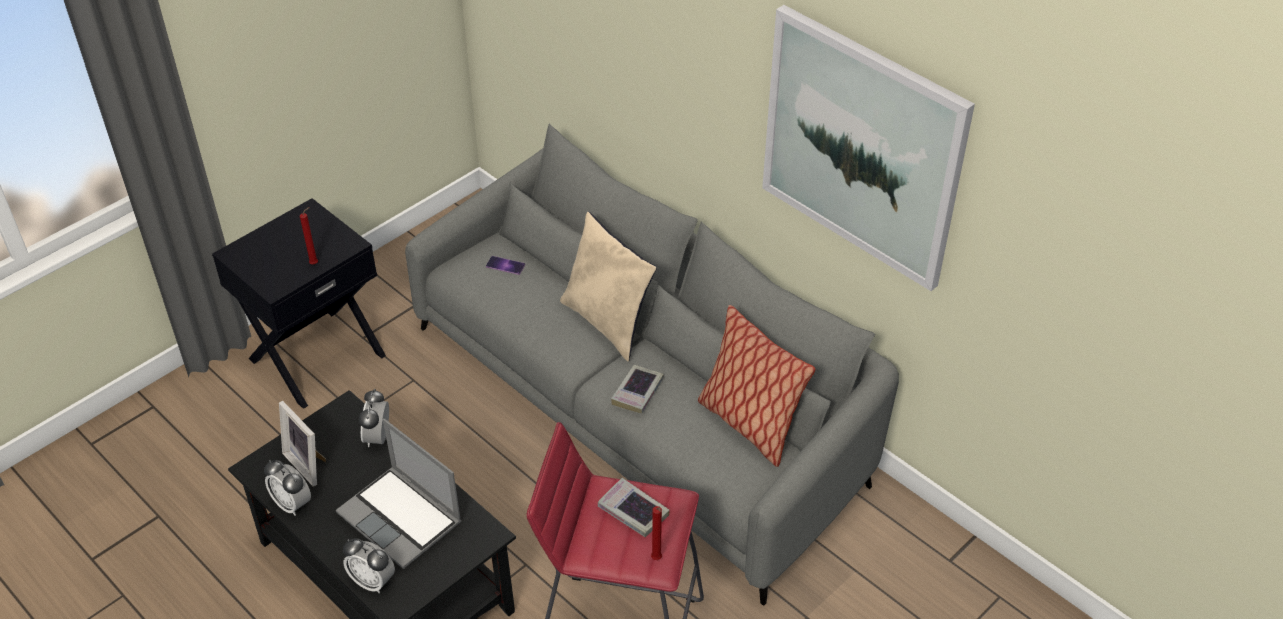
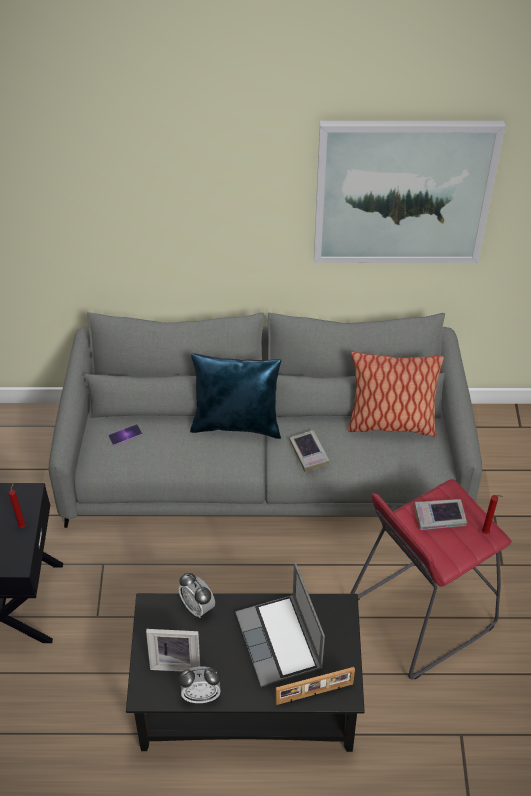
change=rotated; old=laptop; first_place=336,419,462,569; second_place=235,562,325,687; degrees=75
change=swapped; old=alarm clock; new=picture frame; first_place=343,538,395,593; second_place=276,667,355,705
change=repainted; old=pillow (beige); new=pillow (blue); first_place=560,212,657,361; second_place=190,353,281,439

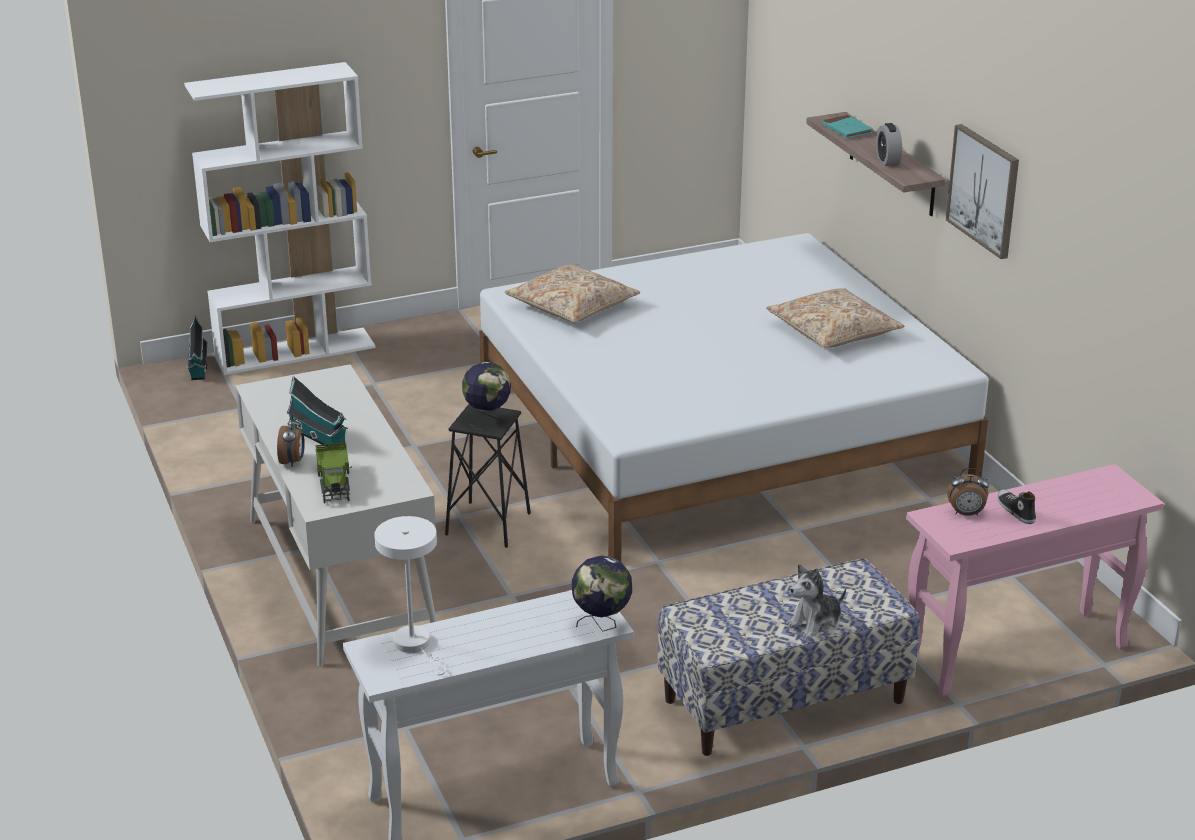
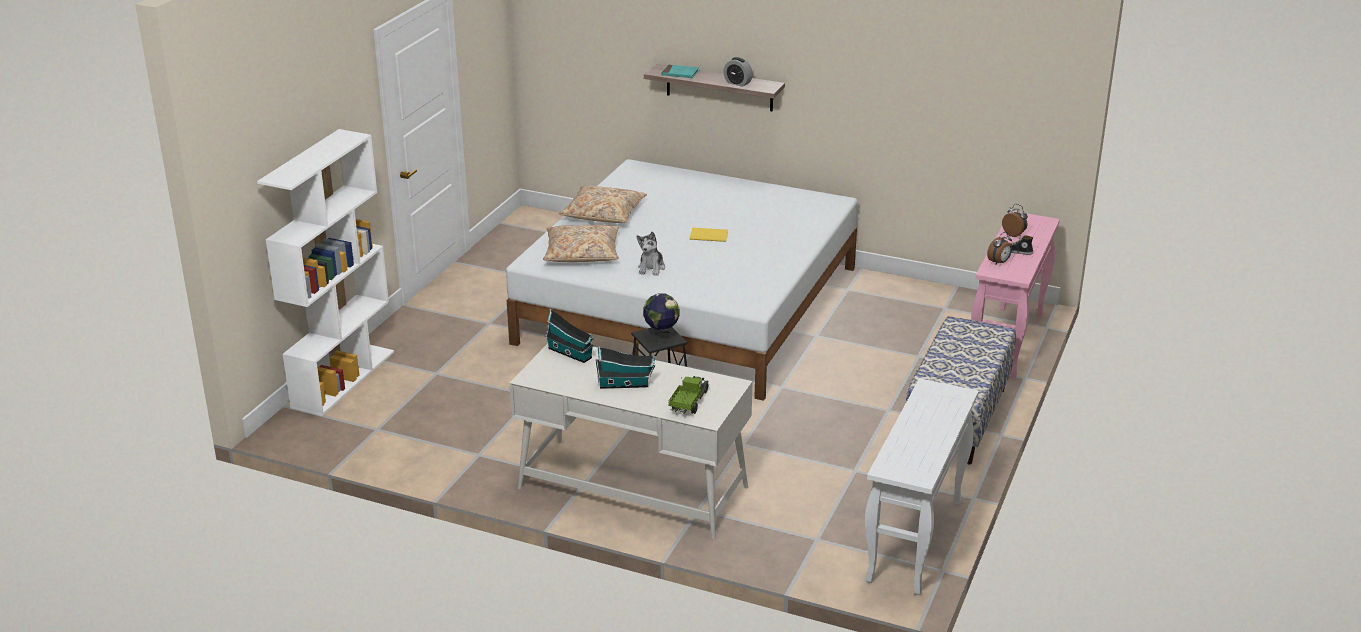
change=shifted; old=toy house; first_place=187,316,208,380; second_place=545,309,594,363
change=shifted; old=alarm clock; first_place=277,415,305,467; second_place=1002,204,1028,237
change=rotated; old=toy truck; first_place=315,442,352,504; second_place=668,376,709,414; degrees=-105
change=gone; old=table lamp (white); first_place=374,516,446,675
change=gone; old=globe; first_place=572,555,632,632
change=shifted; old=pillow (beige); first_place=766,288,904,348; second_place=559,186,647,223
change=shifted; old=plush toy; first_place=787,564,846,639; second_place=636,232,665,276
change=gone; old=picture; first_place=946,124,1019,259
change=new; new=book (yellow); second_place=690,228,728,242

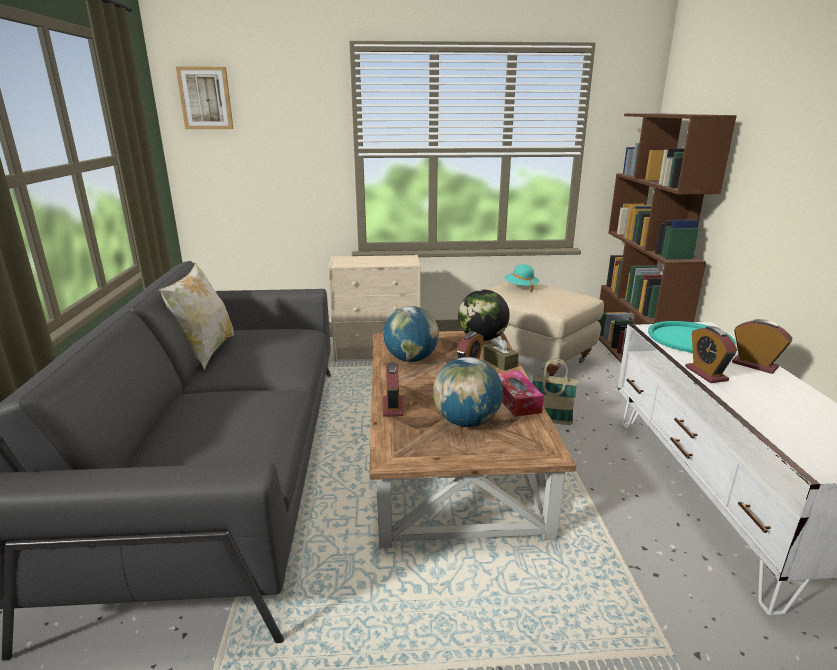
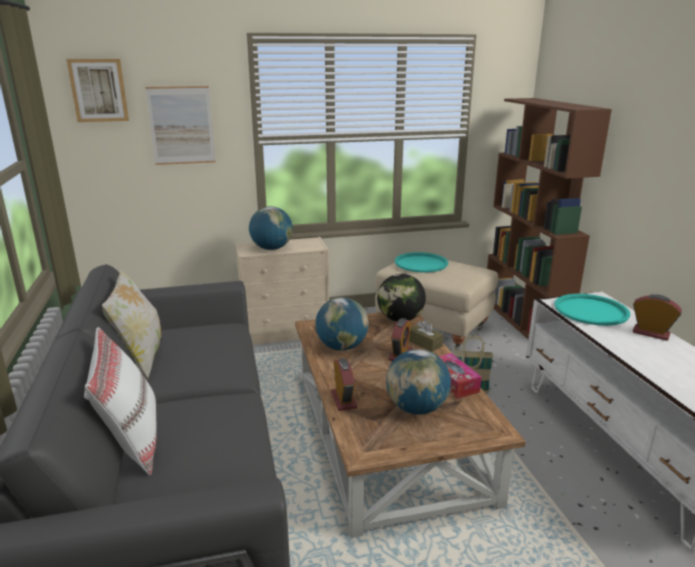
change=swapped; old=hat (turquoise); new=tray (turquoise); first_place=505,264,539,292; second_place=395,252,448,273
change=gone; old=alarm clock; first_place=685,326,737,383
change=new; new=pillow (white); second_place=84,327,157,475
change=new; new=picture; second_place=145,86,215,165
change=new; new=globe; second_place=249,206,293,250

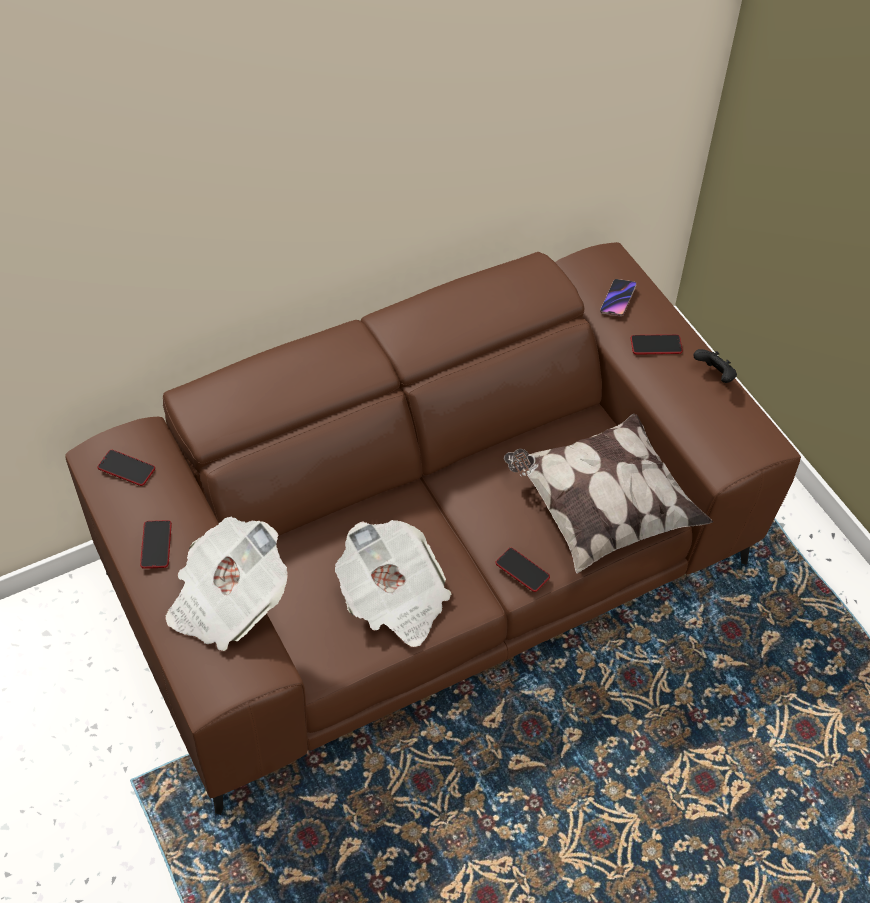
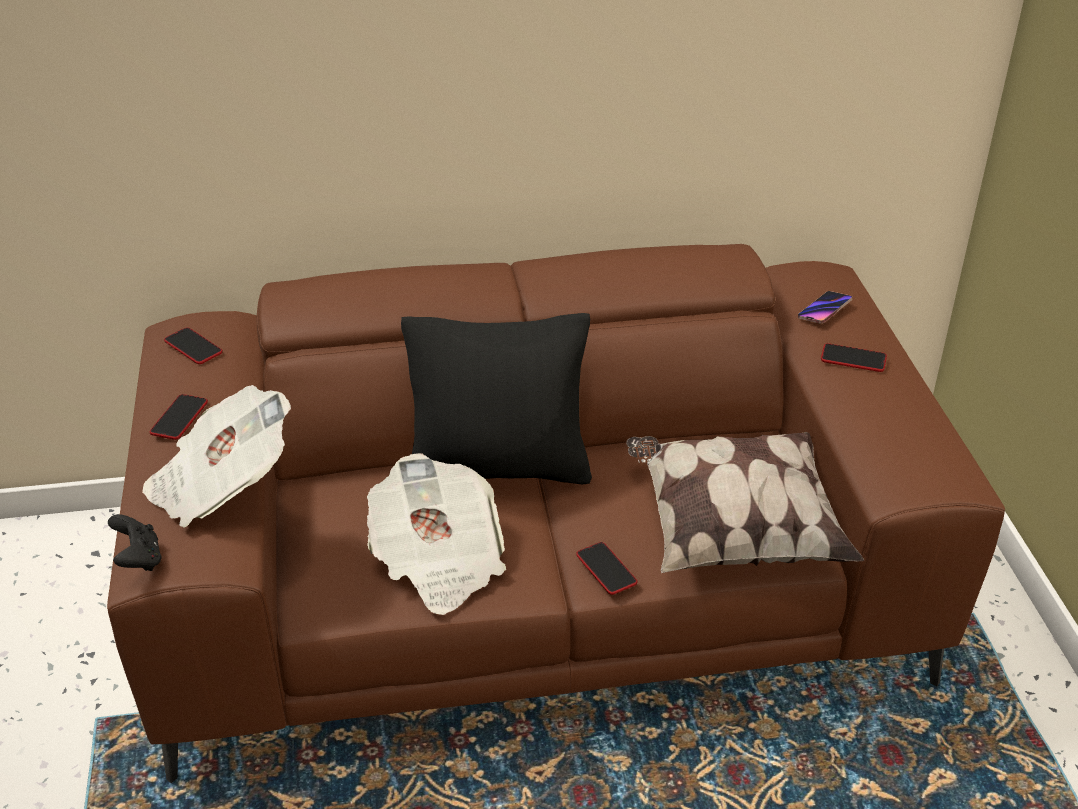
change=shifted; old=game controller (black); first_place=693,349,737,383; second_place=108,514,162,571
change=new; new=pillow (black); second_place=401,313,592,484

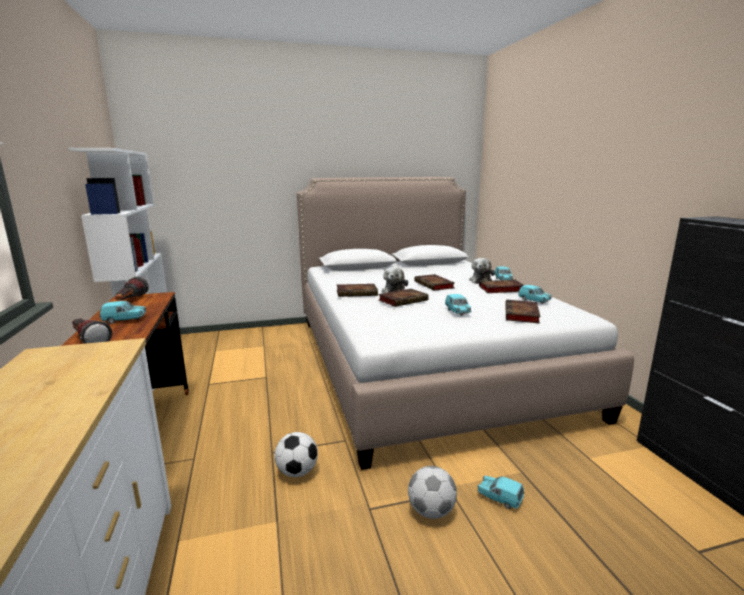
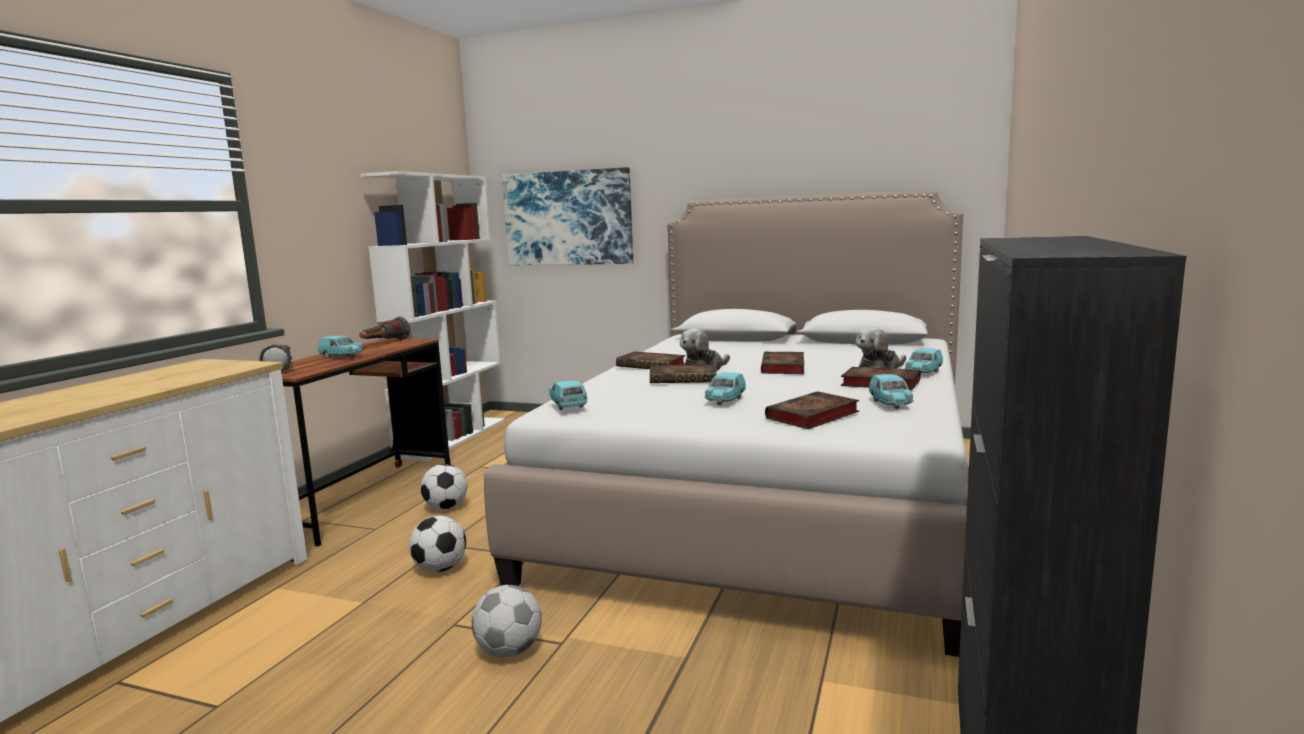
change=shifted; old=toy car (turquoise); first_place=478,476,524,509; second_place=548,380,587,410
change=new; new=football; second_place=420,464,467,510
change=new; new=picture; second_place=502,167,633,265

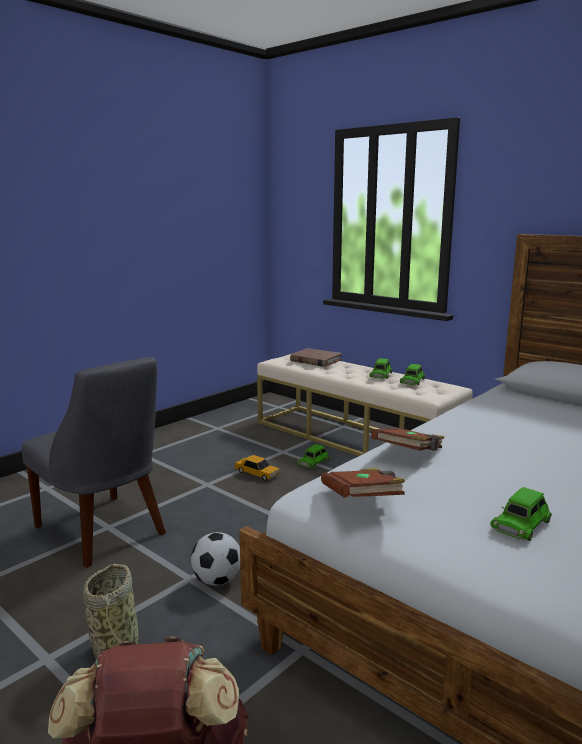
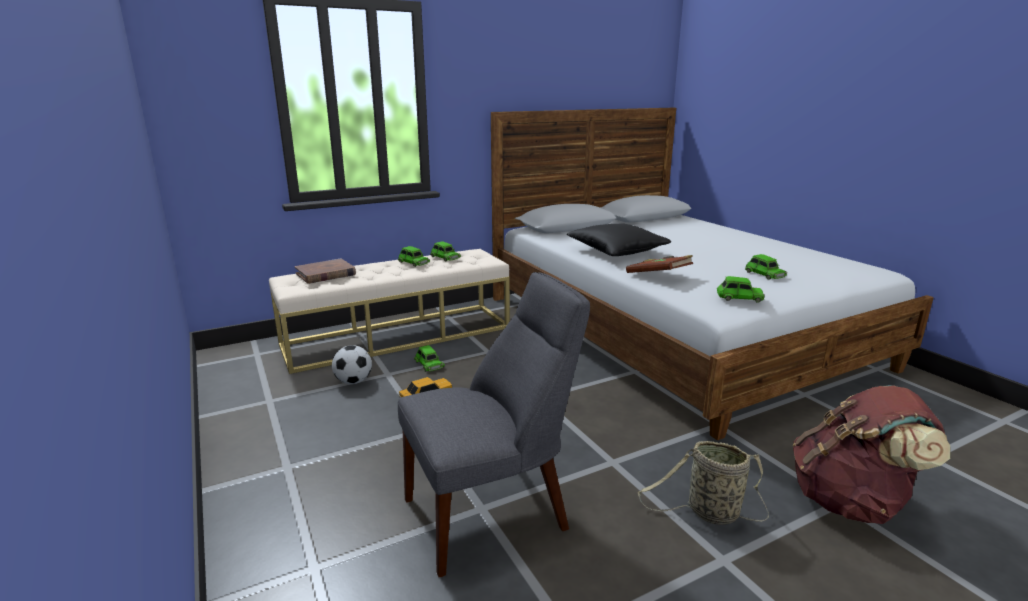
change=shifted; old=football; first_place=191,532,240,586; second_place=332,345,372,384
change=swapped; old=book (brown); new=toy car (green); first_place=321,468,405,498; second_place=717,276,765,303
change=new; new=pillow (black); second_place=566,224,671,256

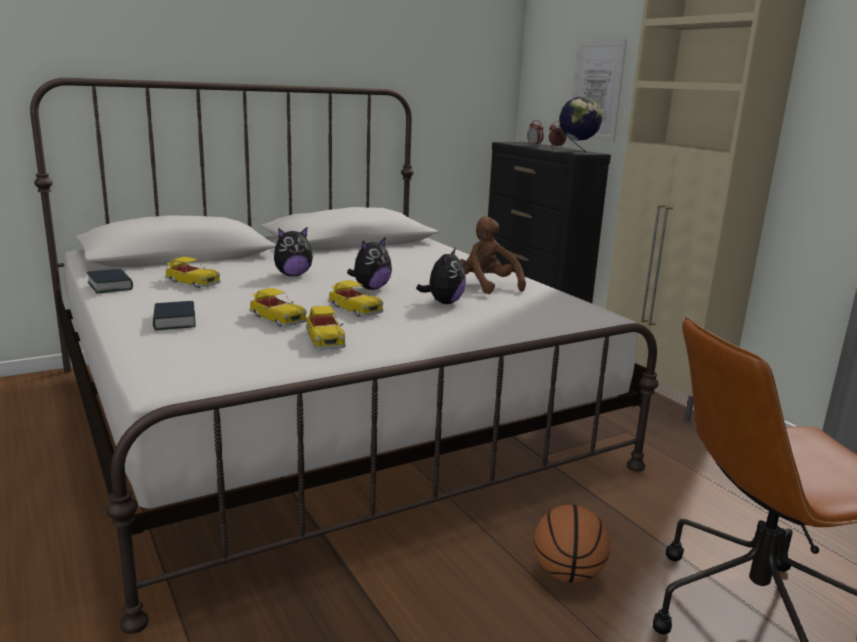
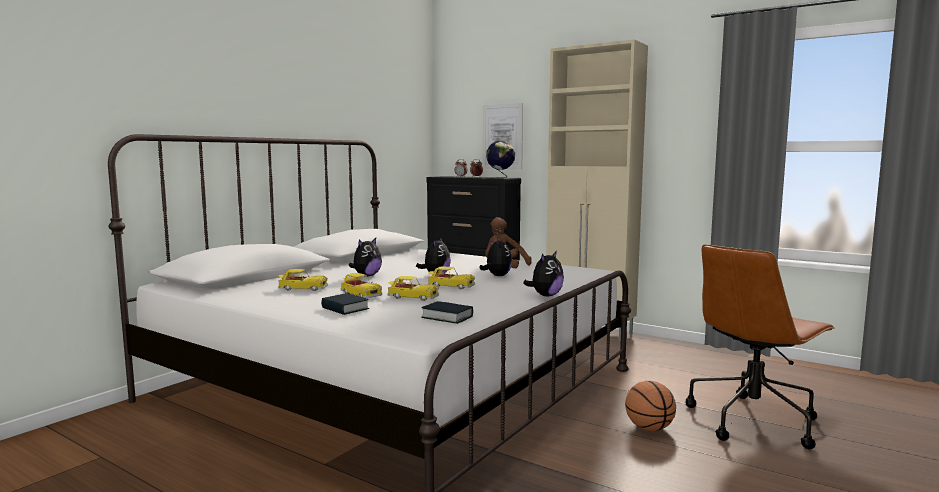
change=shifted; old=book; first_place=87,269,133,293; second_place=421,301,473,324
change=shifted; old=toy car; first_place=306,306,345,350; second_place=341,273,382,298
change=new; new=plush toy; second_place=523,251,564,296

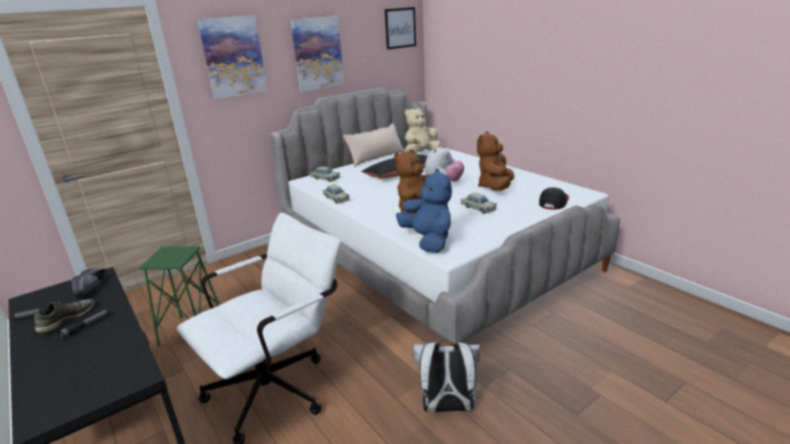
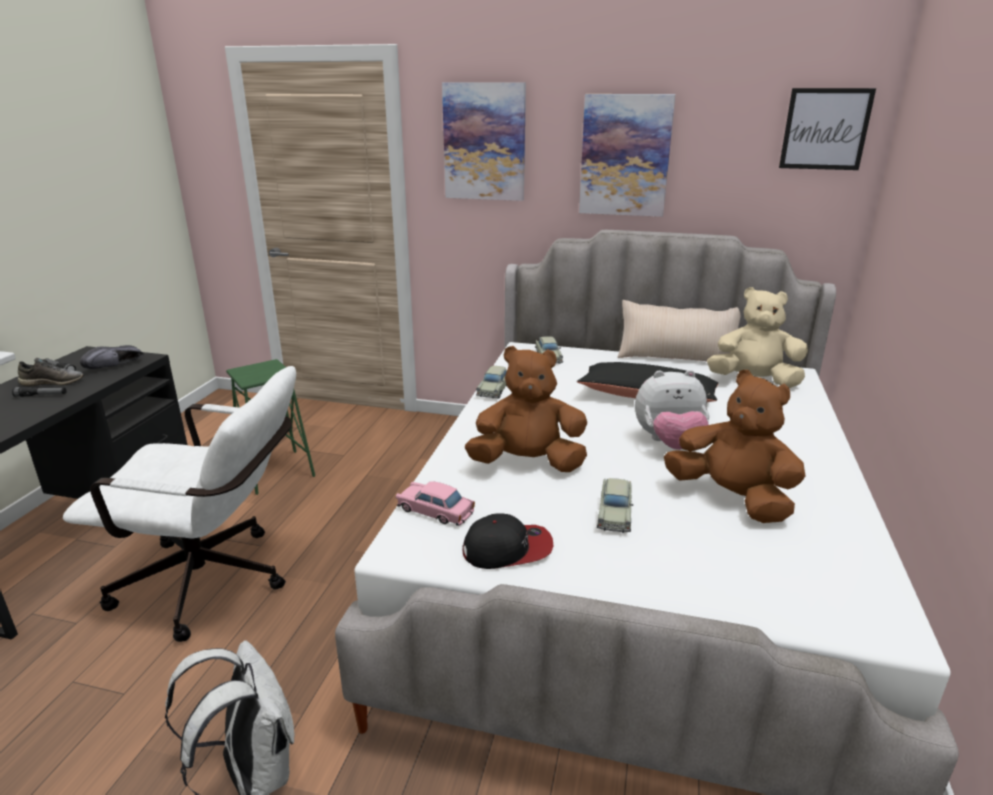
change=swapped; old=plush toy (blue); new=toy car (pink); first_place=396,169,452,253; second_place=396,481,475,526
change=rotated; old=plush toy (brown); first_place=477,131,514,191; second_place=664,370,806,523; degrees=60
change=shifted; old=cap; first_place=539,187,569,210; second_place=462,513,554,569

